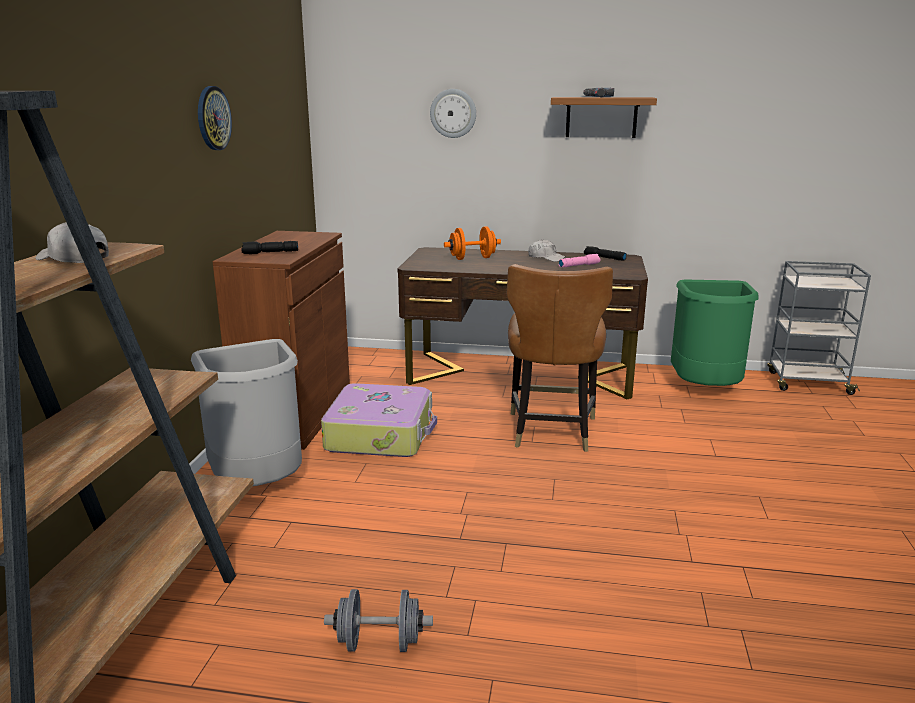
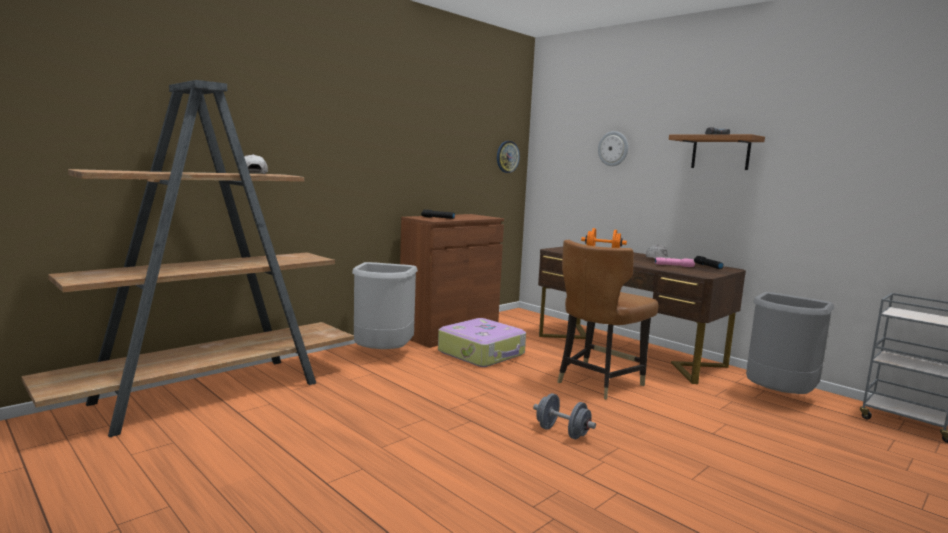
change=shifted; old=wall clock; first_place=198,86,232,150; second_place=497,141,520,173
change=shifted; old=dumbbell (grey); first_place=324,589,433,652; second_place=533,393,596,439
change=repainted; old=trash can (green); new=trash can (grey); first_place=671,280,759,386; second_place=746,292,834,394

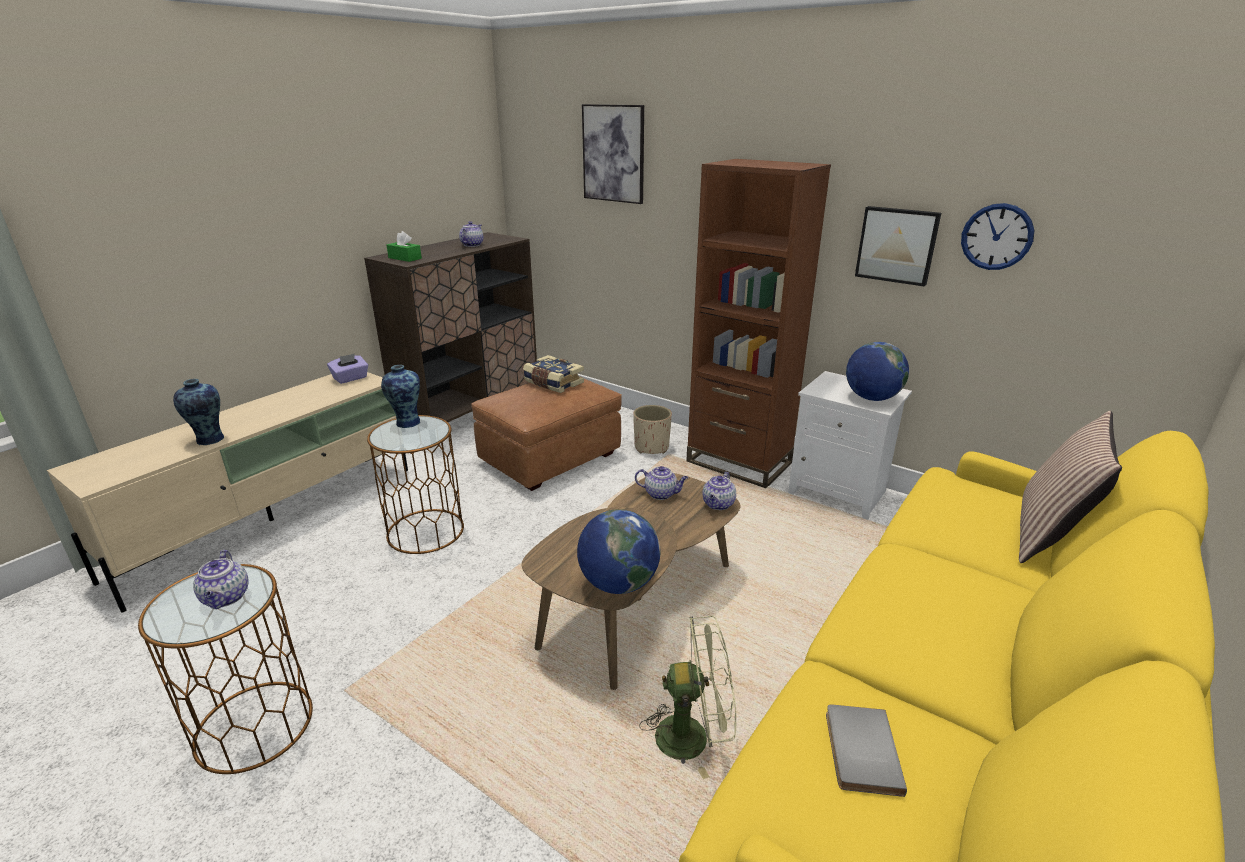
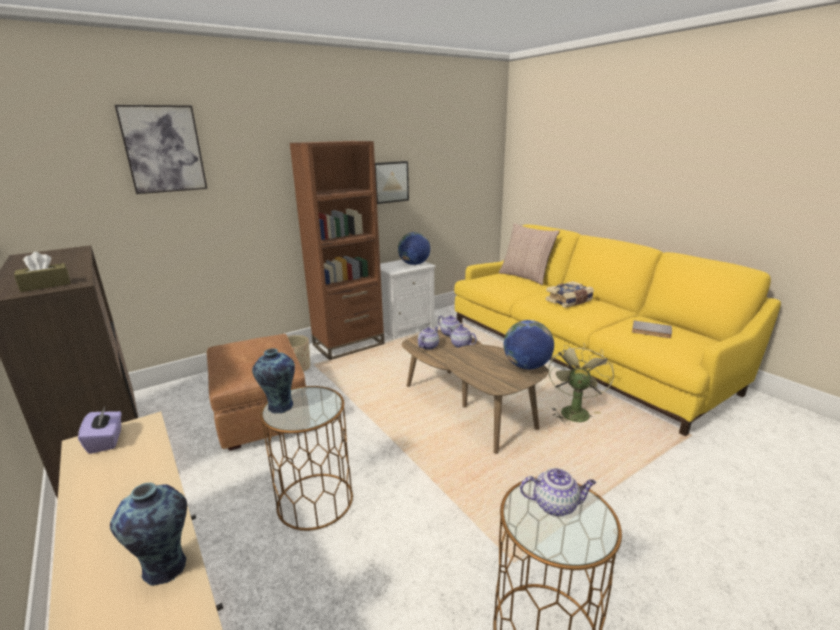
change=repainted; old=tissue box (green); new=tissue box (brown); first_place=386,231,422,262; second_place=14,252,71,292
change=shifted; old=teapot; first_place=459,221,483,247; second_place=447,326,477,348
change=shifted; old=book; first_place=523,355,584,393; second_place=546,281,594,308
change=gone; old=wall clock; first_place=961,203,1034,270

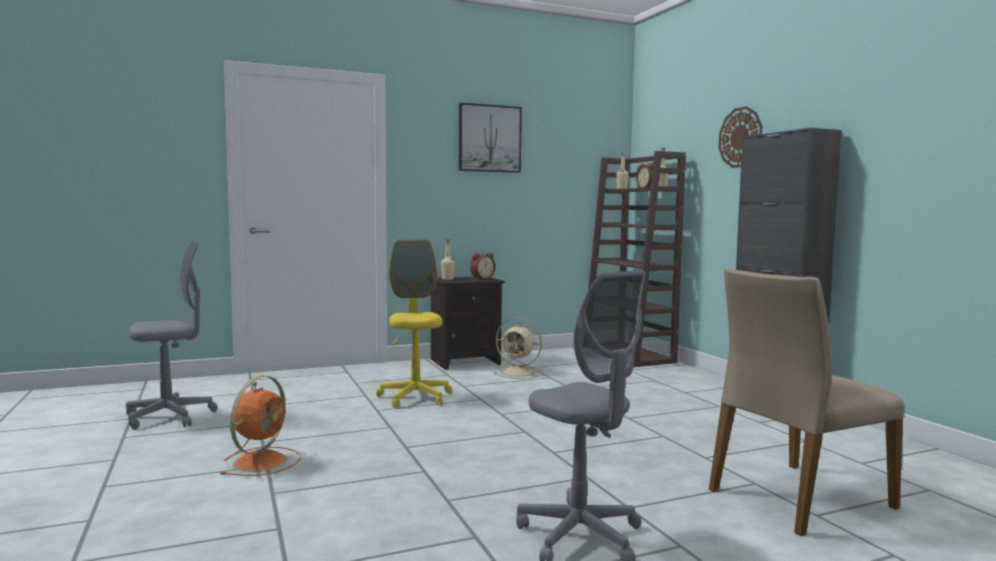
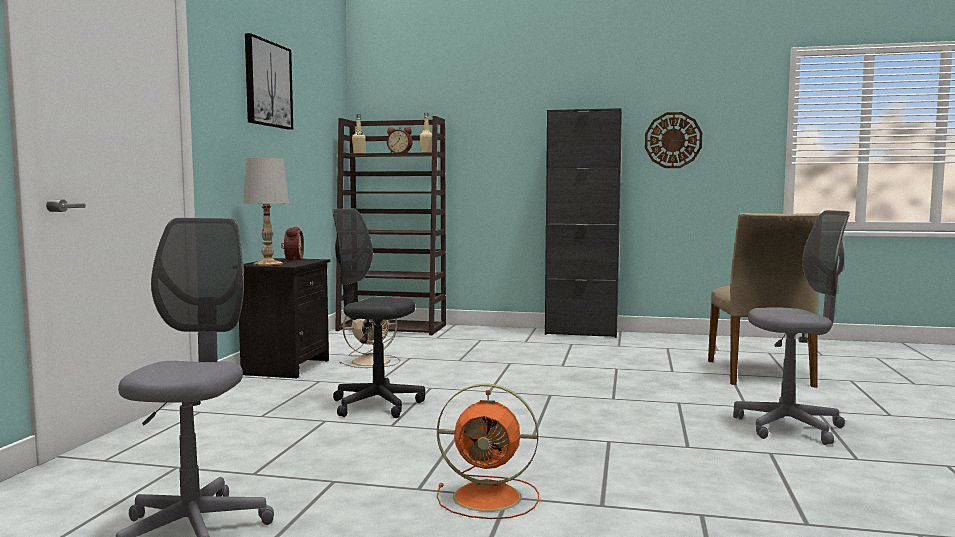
change=rotated; old=fan (orange); first_place=220,376,301,476; second_place=437,384,539,519; degrees=135
change=repainted; old=office chair (yellow); new=office chair (grey); first_place=376,239,452,408; second_place=332,208,425,418
change=swapped; old=bottle (beige); new=table lamp (white); first_place=441,239,455,280; second_place=243,158,289,266
change=shifted; old=wall clock; first_place=718,106,762,168; second_place=645,112,702,168

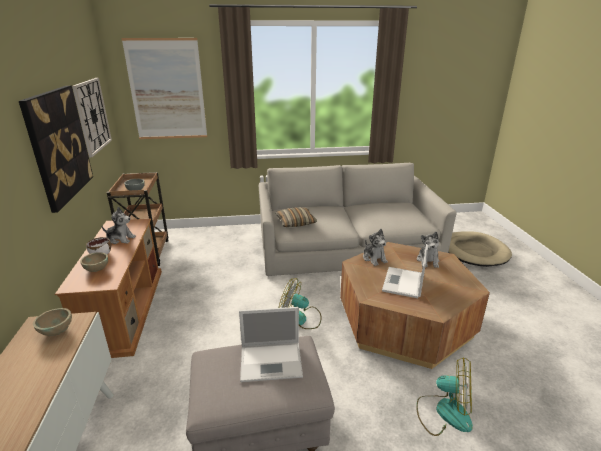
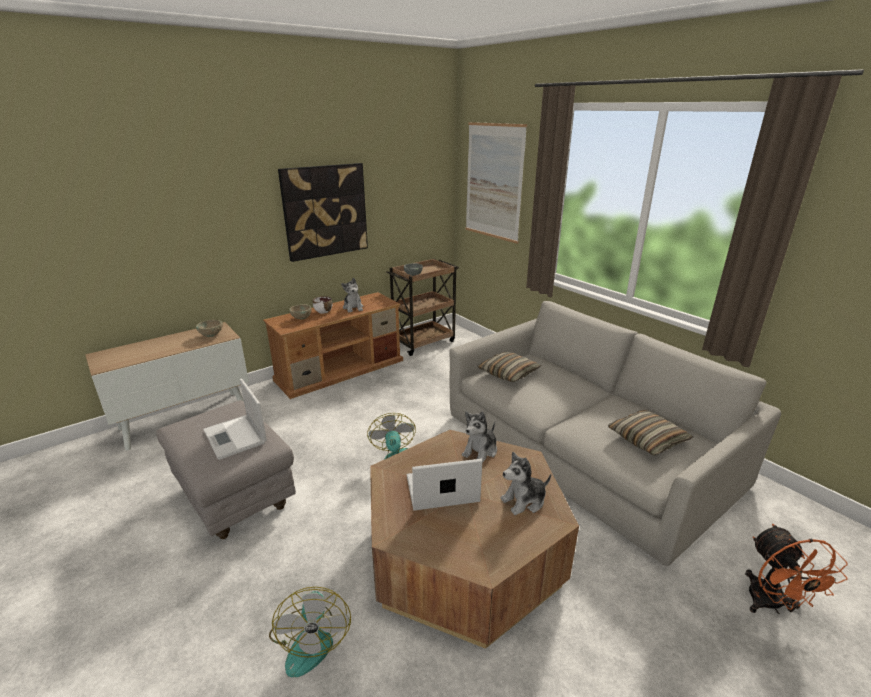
change=gone; old=wall clock; first_place=72,78,112,157
change=swapped; old=dog bed (beige); new=fan (orange); first_place=448,231,512,267; second_place=745,524,847,614
change=new; new=pillow; second_place=608,410,693,456

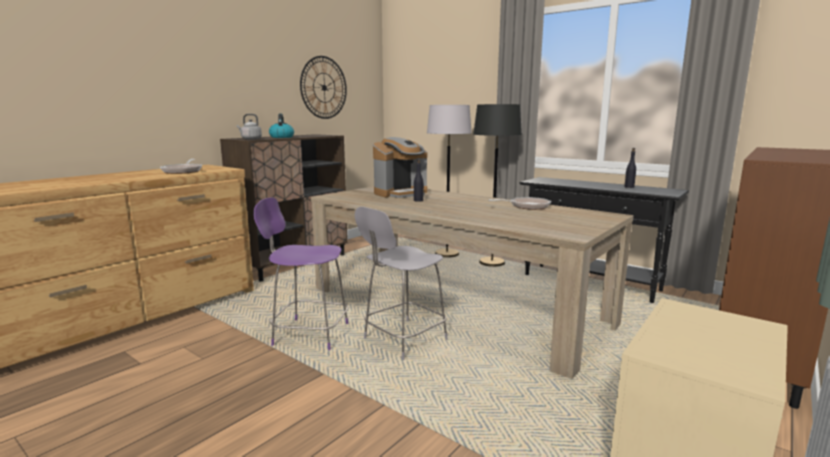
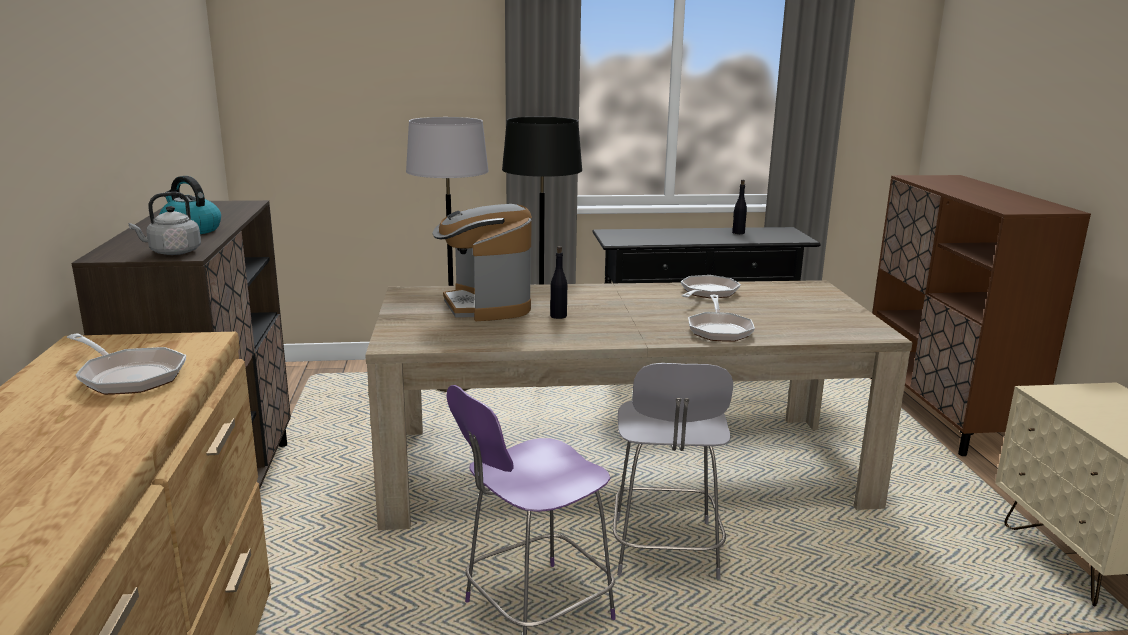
change=gone; old=wall clock; first_place=300,56,347,119
change=rotated; old=coffee machine; first_place=373,137,427,198; second_place=432,204,532,321; degrees=150
change=new; new=frying pan; second_place=688,295,755,342

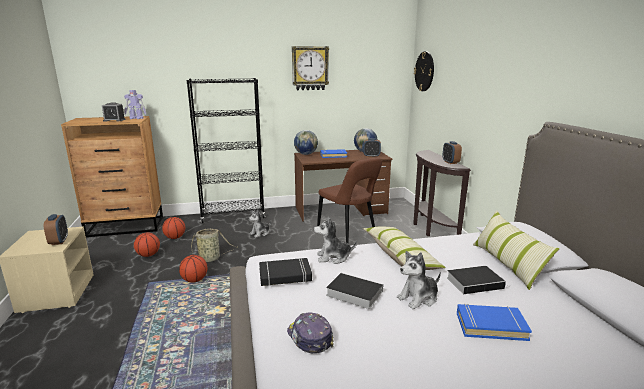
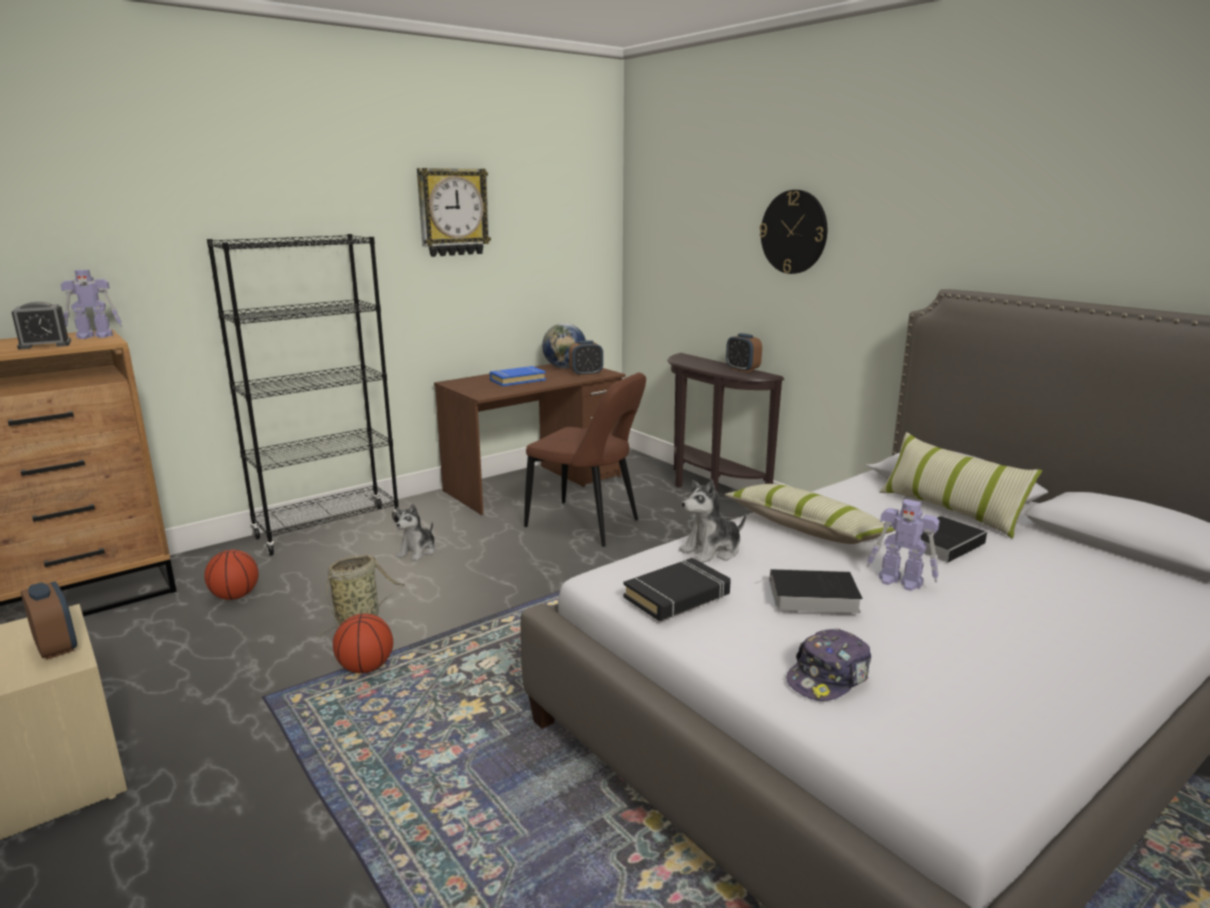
change=gone; old=basketball; first_place=134,232,160,257
change=rotated; old=cap; first_place=287,313,334,353; second_place=787,629,871,701; degrees=-75
change=gone; old=globe; first_place=294,130,318,155
change=swapped; old=plush toy; new=toy robot; first_place=397,251,441,309; second_place=867,499,940,591
change=shifted; old=wall clock; first_place=414,52,434,91; second_place=759,190,827,274
change=gone; old=book (blue); first_place=457,304,532,341

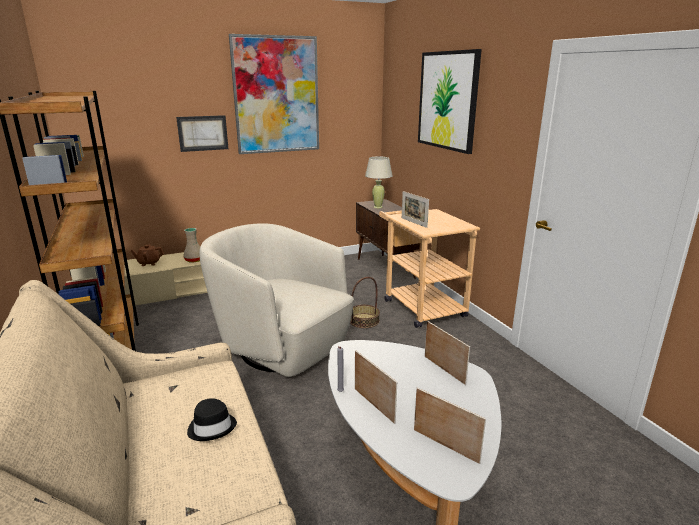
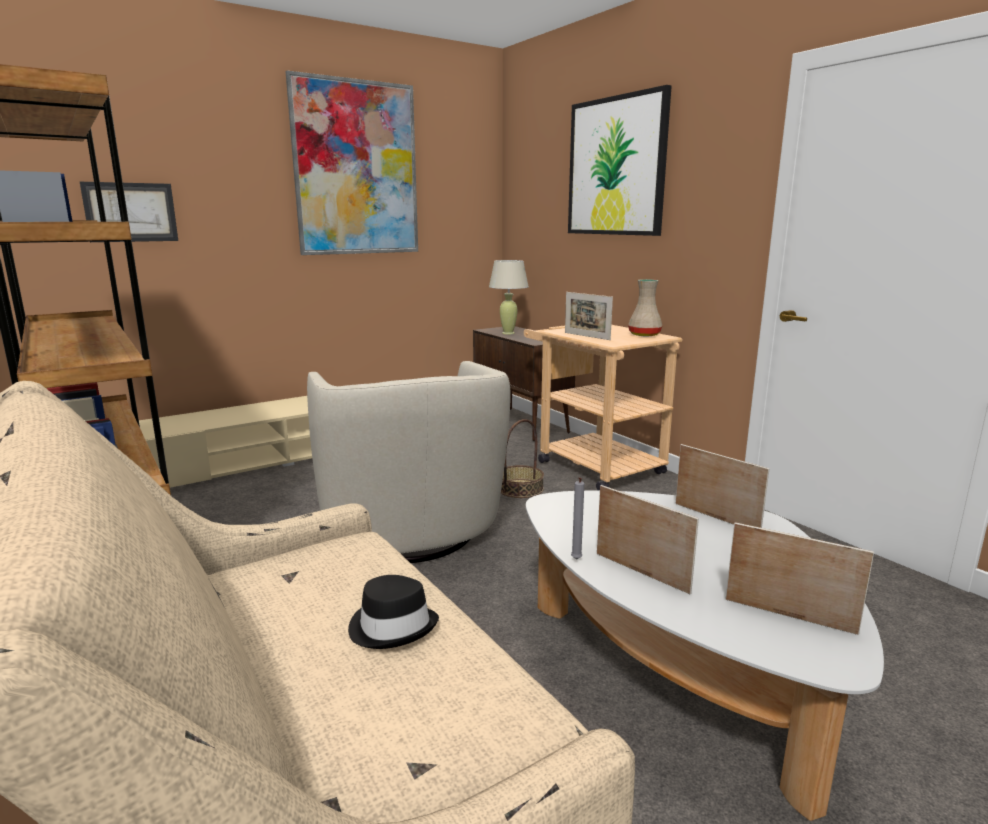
change=gone; old=teapot (brown); first_place=130,244,164,266
change=shifted; old=picture; first_place=176,115,228,152; second_place=80,182,178,242
change=shifted; old=vase (beige); first_place=183,228,200,263; second_place=628,279,662,336
change=rotated; old=armchair (beige); first_place=199,223,354,377; second_place=307,361,511,563; degrees=-135

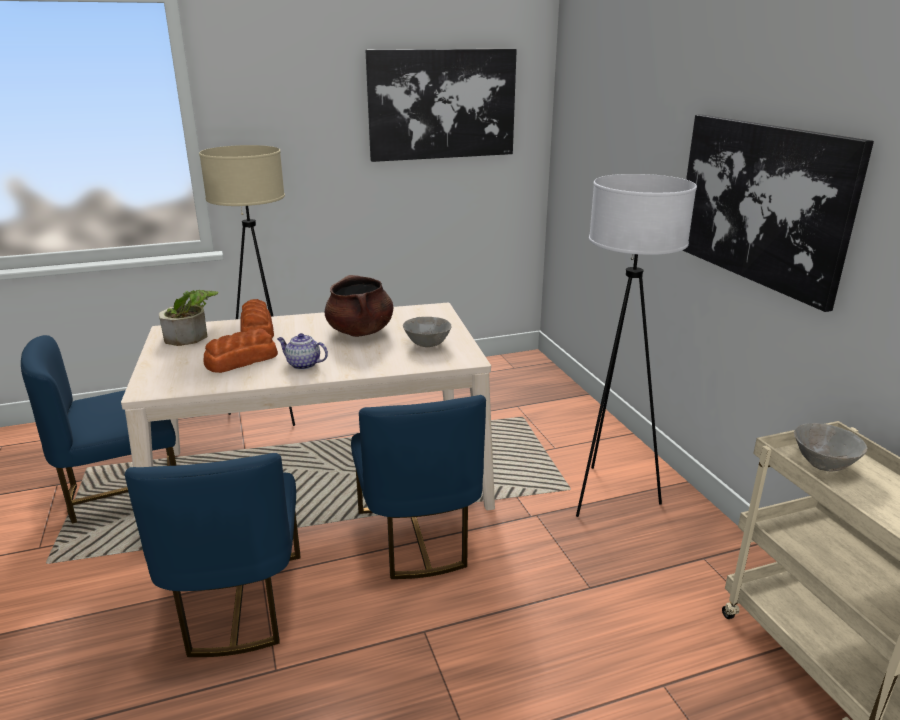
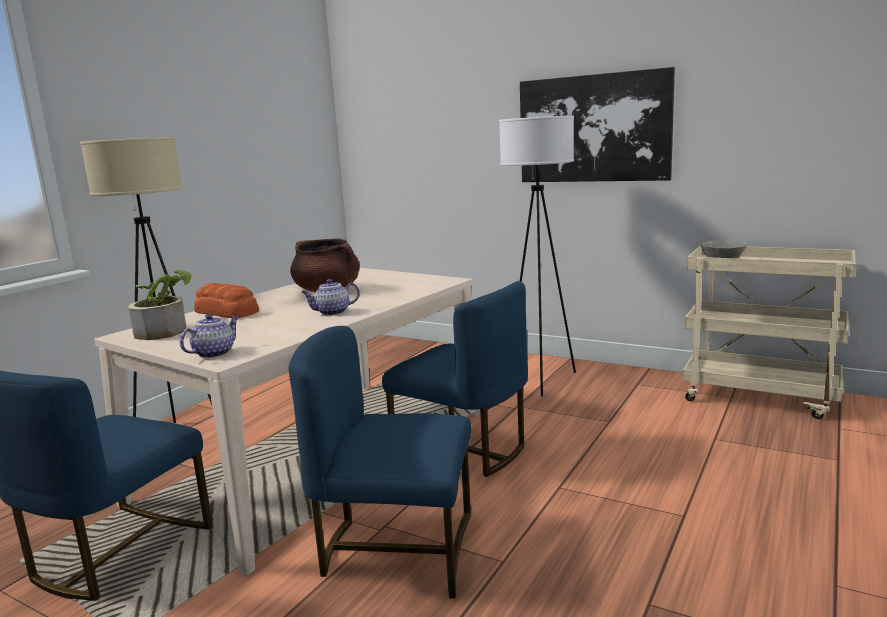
change=rotated; old=chair (blue); first_place=125,453,300,657; second_place=289,326,472,598; degrees=150
change=gone; old=bread; first_place=204,328,278,373
change=gone; old=picture; first_place=365,49,517,162
change=gone; old=bowl (grey); first_place=403,317,451,347
change=new; new=teapot; second_place=180,314,238,358

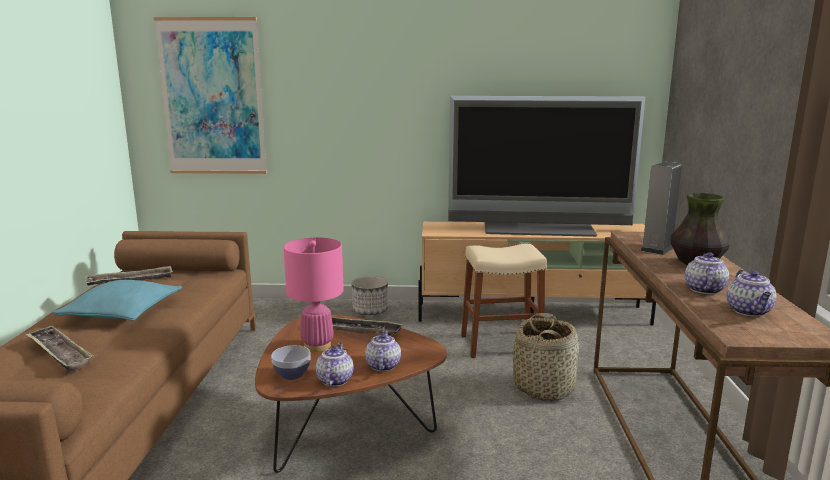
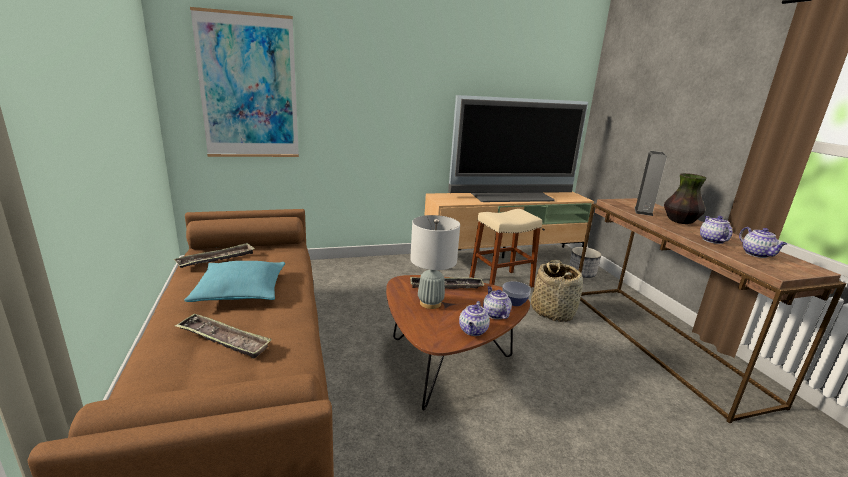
change=shifted; old=bowl; first_place=271,345,311,380; second_place=502,281,531,306
change=repainted; old=table lamp (pink); new=table lamp (grey); first_place=283,237,343,352; second_place=410,215,460,309
change=rotated; old=teapot; first_place=316,343,354,387; second_place=459,301,490,336; degrees=-150
change=shifted; old=planter; first_place=351,276,388,315; second_place=569,247,601,278

